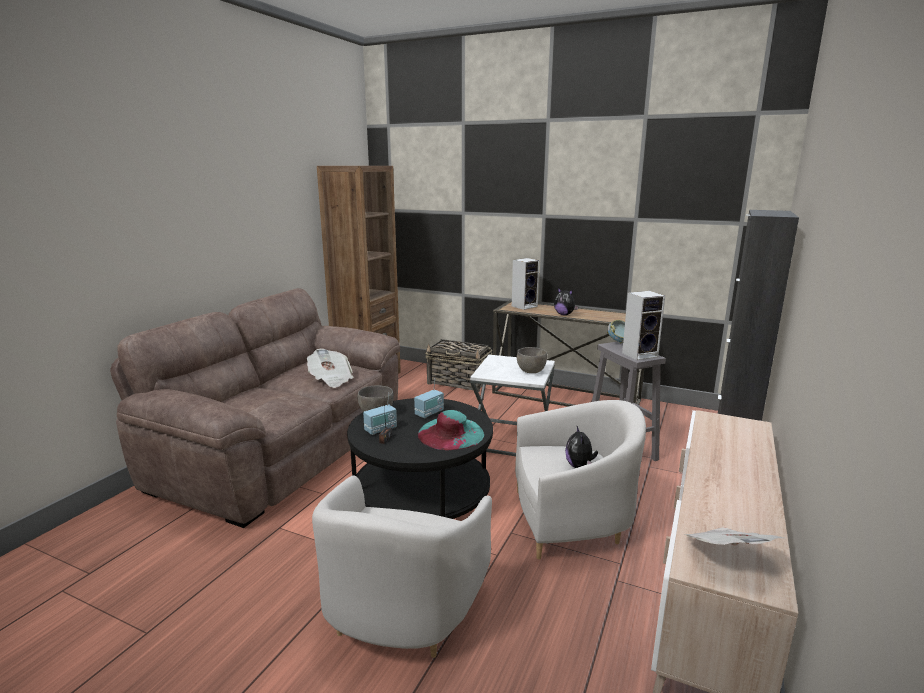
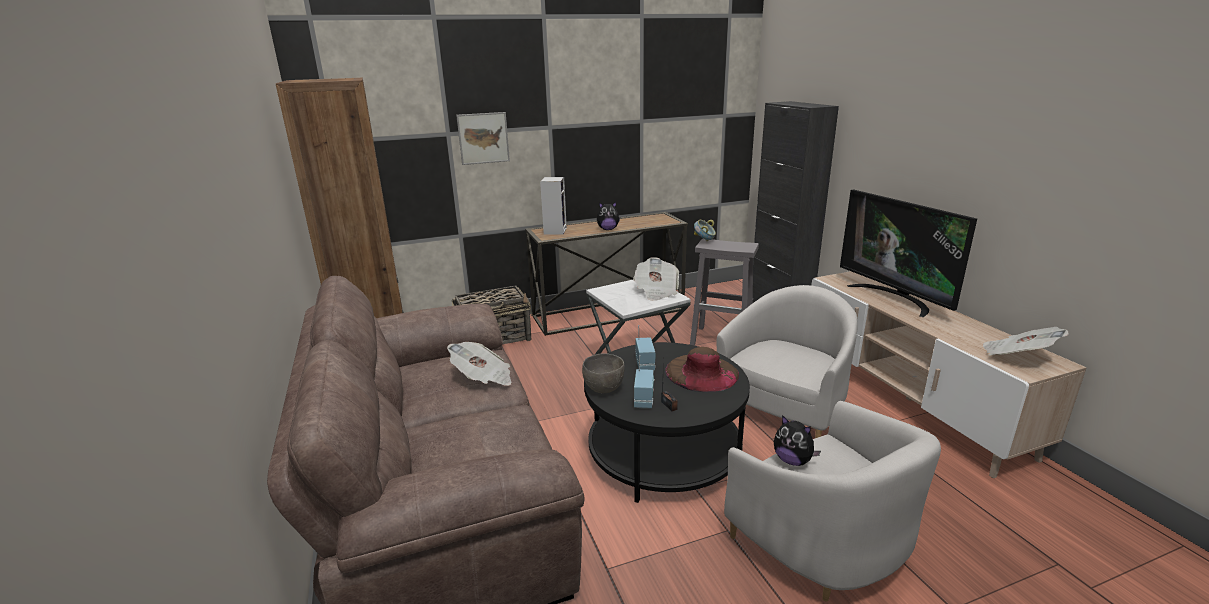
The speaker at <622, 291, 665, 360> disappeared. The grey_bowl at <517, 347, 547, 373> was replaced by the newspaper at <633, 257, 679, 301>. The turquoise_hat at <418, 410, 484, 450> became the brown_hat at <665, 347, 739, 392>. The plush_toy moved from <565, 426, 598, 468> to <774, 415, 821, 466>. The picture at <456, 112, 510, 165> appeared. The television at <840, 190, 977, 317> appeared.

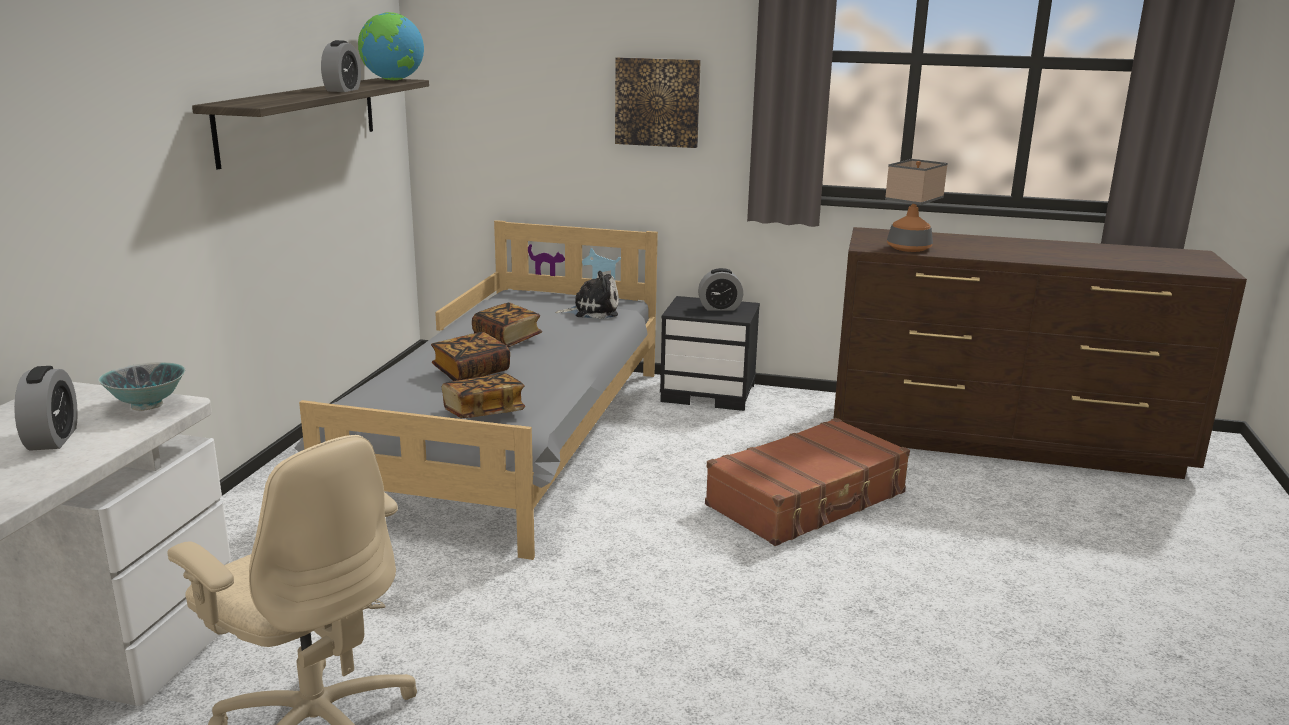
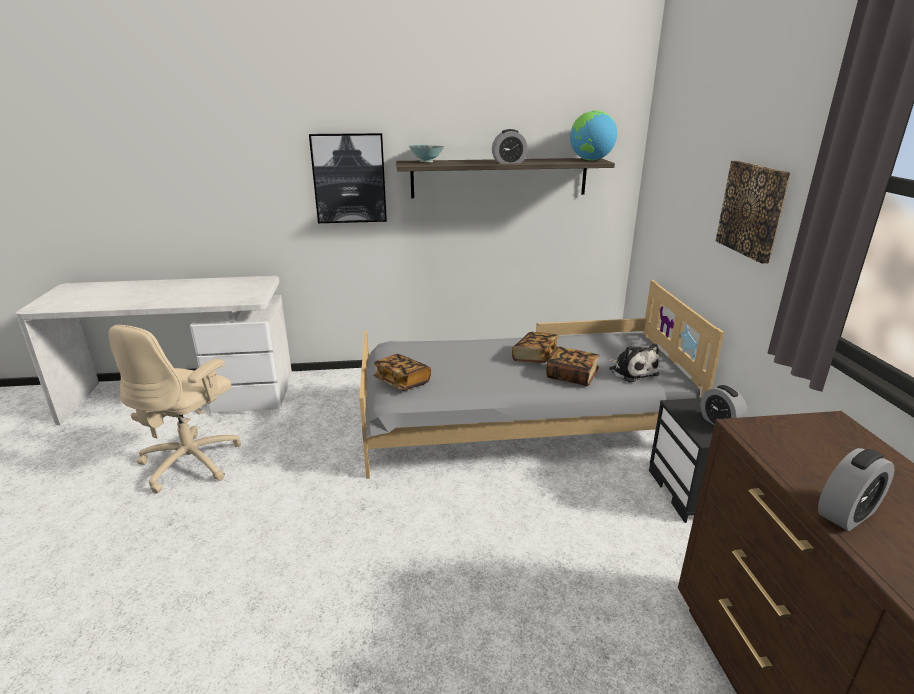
The table_lamp at <885, 159, 948, 252> disappeared. The book moved from <431, 332, 510, 381> to <546, 346, 599, 386>. The bowl moved from <98, 362, 185, 411> to <409, 144, 444, 162>. The alarm_clock moved from <14, 366, 78, 451> to <818, 448, 895, 531>. The brown_suitcase at <705, 418, 910, 546> disappeared. The picture at <309, 133, 387, 223> appeared.

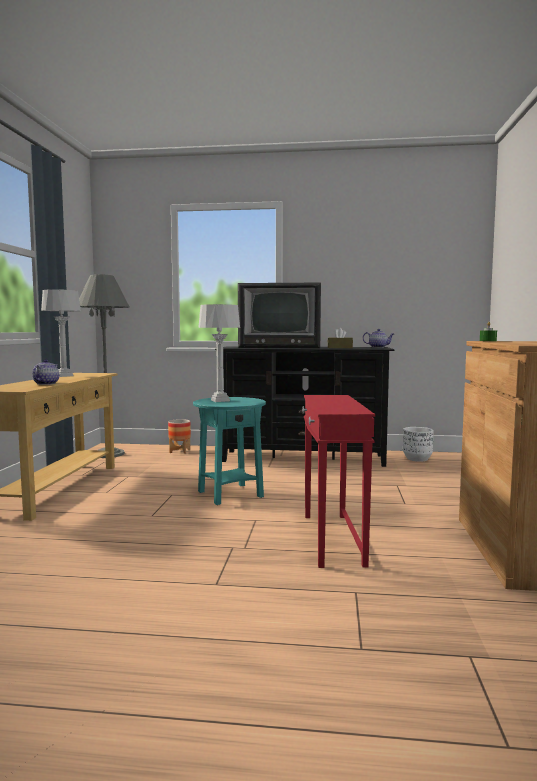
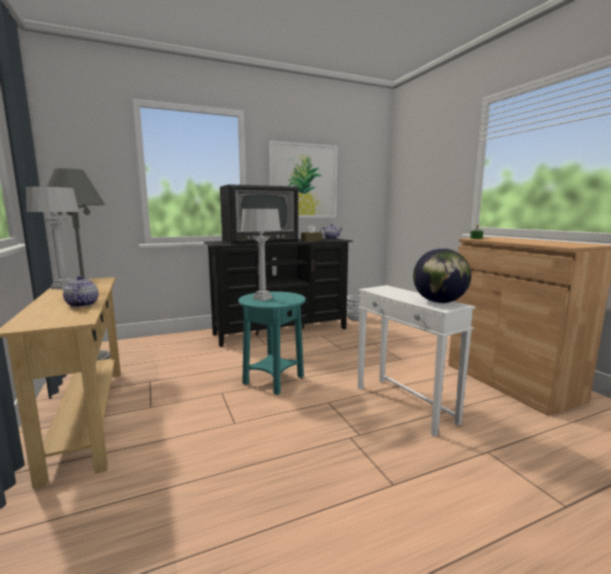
The red_side_table at <302, 395, 375, 568> became the white_side_table at <358, 285, 476, 437>. The planter at <168, 419, 191, 454> disappeared. The picture at <269, 141, 338, 218> appeared. The globe at <413, 248, 471, 303> appeared.

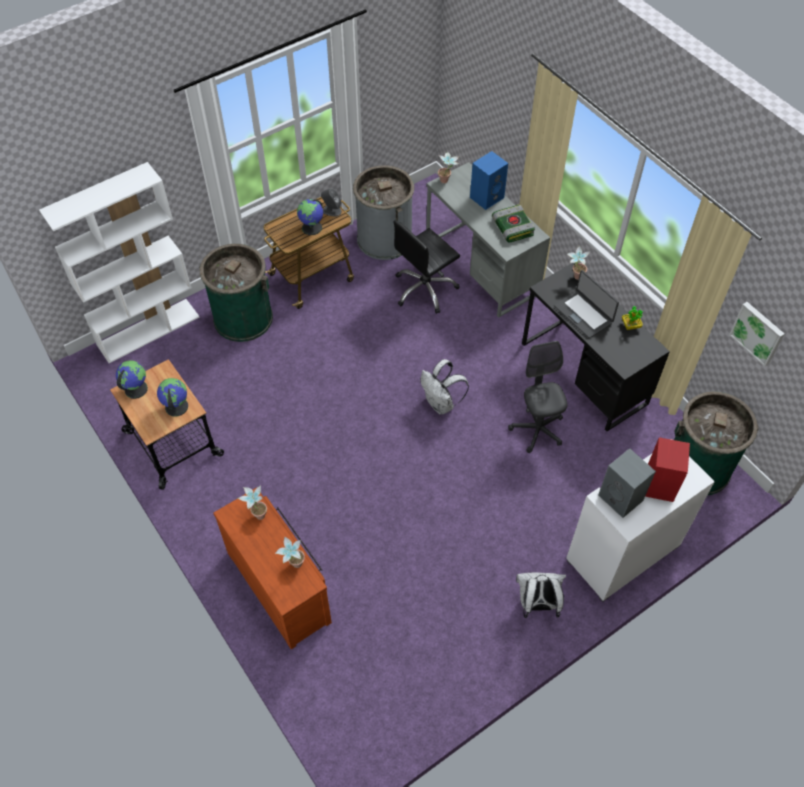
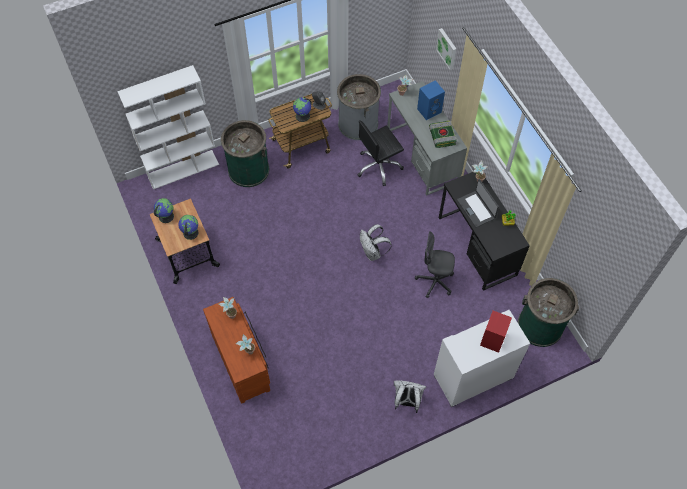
The picture moved from <729, 302, 784, 366> to <436, 28, 456, 70>. The grey_office_chair at <508, 341, 568, 453> turned 75 degrees counterclockwise. The grey_speaker at <598, 448, 656, 518> disappeared.

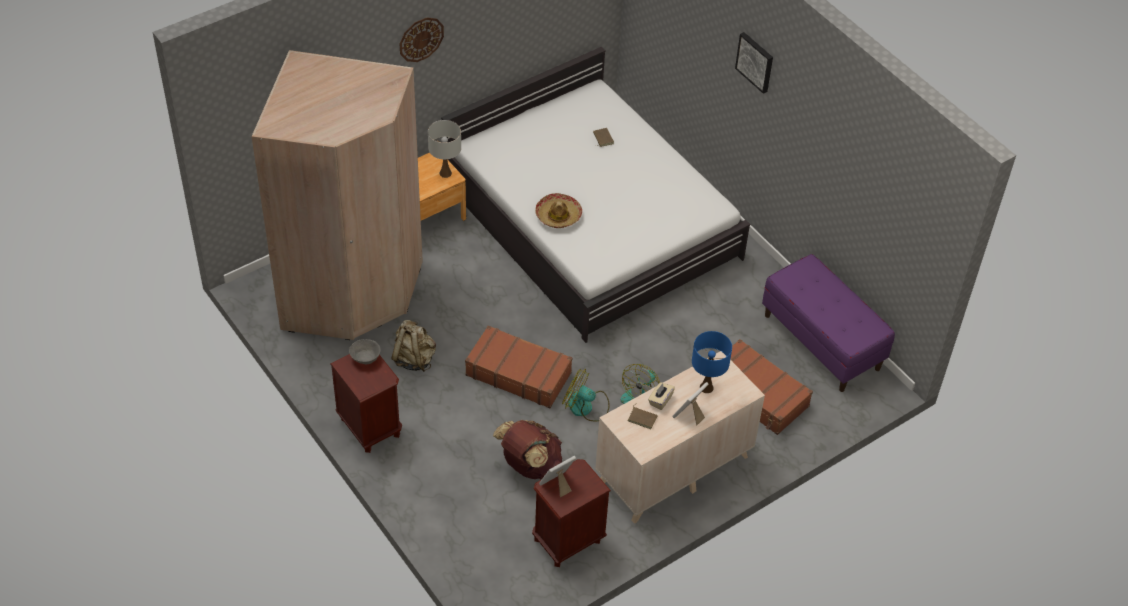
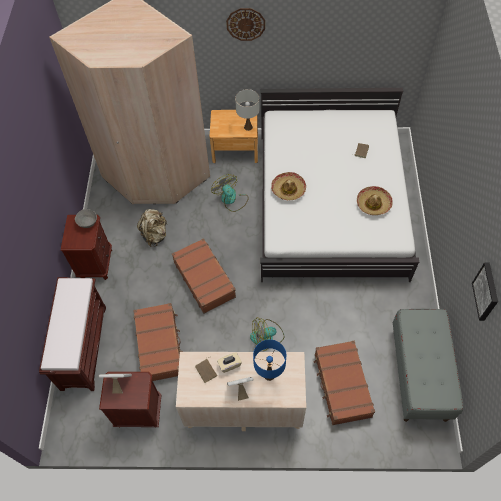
The picture moved from <735, 32, 773, 94> to <472, 263, 498, 321>. The purple_bench at <762, 254, 895, 392> became the grey_bench at <393, 309, 463, 422>. The fan moved from <562, 369, 610, 421> to <211, 174, 249, 212>. The brown_backpack at <493, 420, 562, 479> was replaced by the brown_suitcase at <133, 303, 183, 381>. The hat at <357, 186, 393, 215> appeared. The brown_bench at <39, 277, 106, 391> appeared.

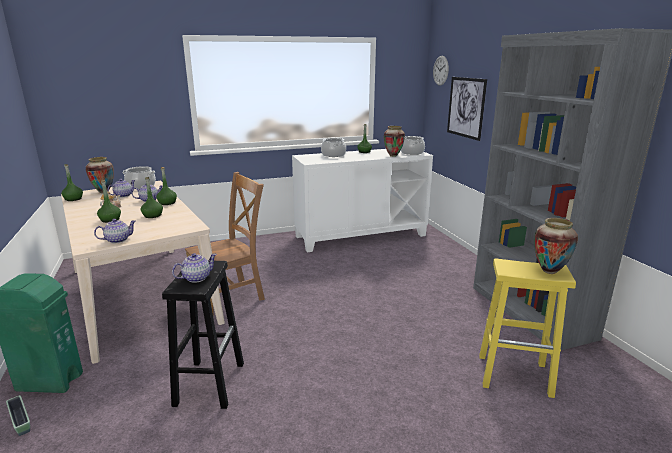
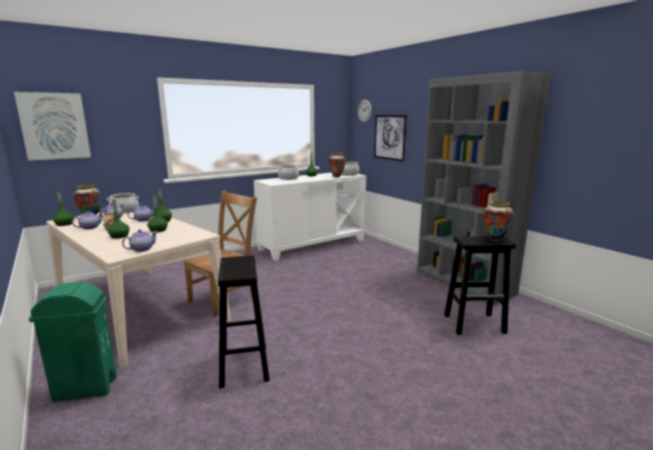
The teapot moved from <172, 253, 217, 283> to <72, 211, 104, 230>. The yellow_stool at <479, 258, 576, 398> became the black_stool at <444, 236, 516, 335>. The planter at <6, 395, 30, 436> disappeared. The picture at <14, 92, 91, 161> appeared.

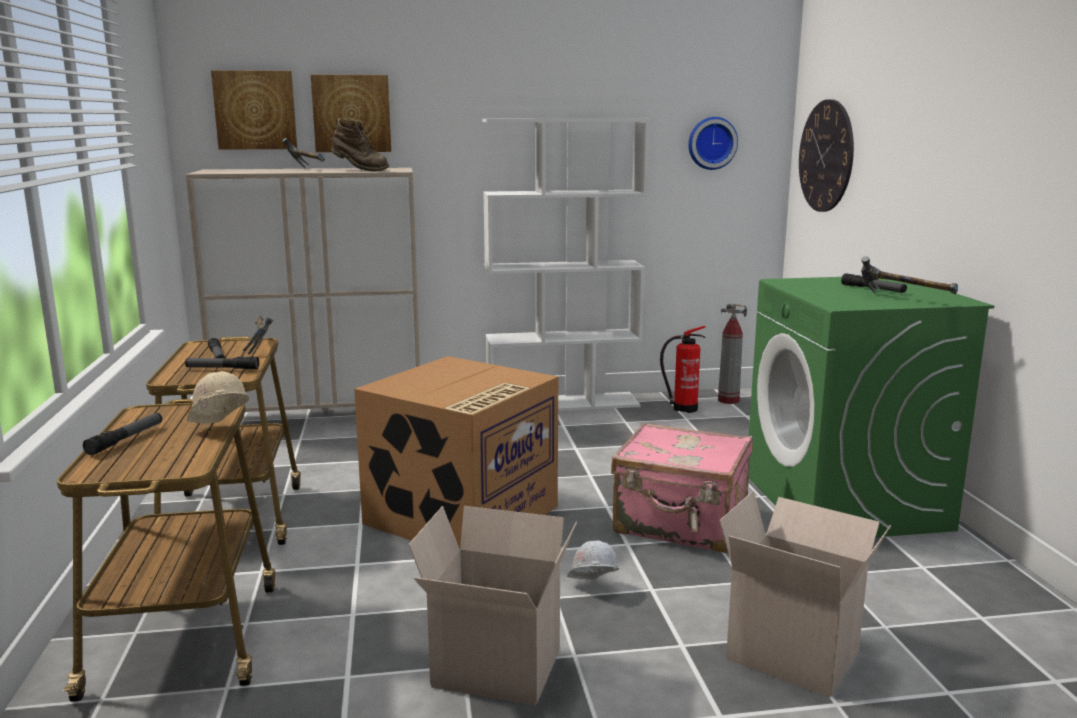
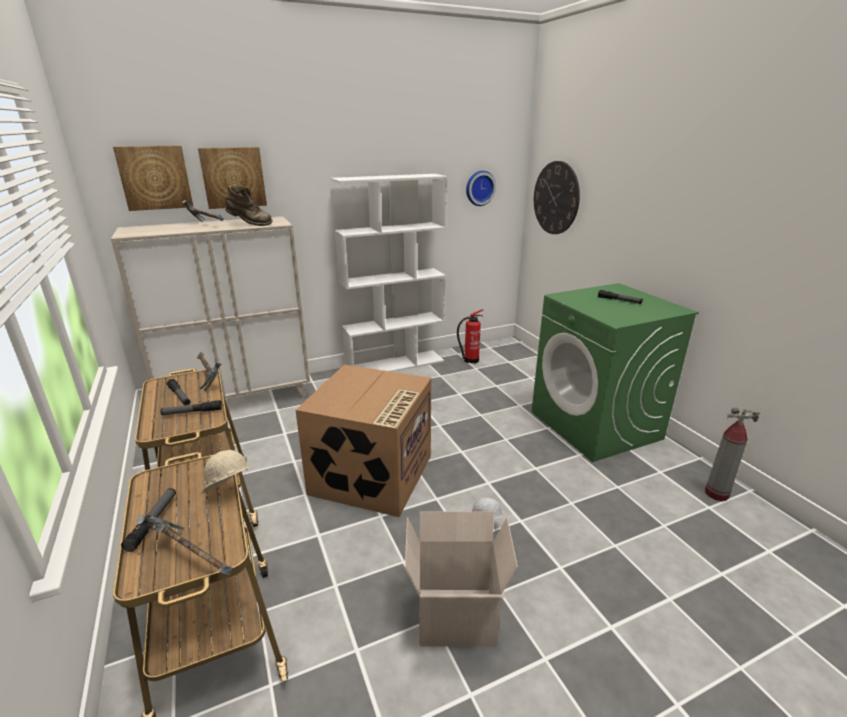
The hammer moved from <861, 256, 958, 295> to <136, 515, 233, 575>. The fire_extinguisher moved from <718, 304, 747, 404> to <705, 408, 760, 501>. The pink_suitcase at <611, 422, 753, 553> disappeared. The cardboard_box at <719, 491, 891, 697> disappeared.

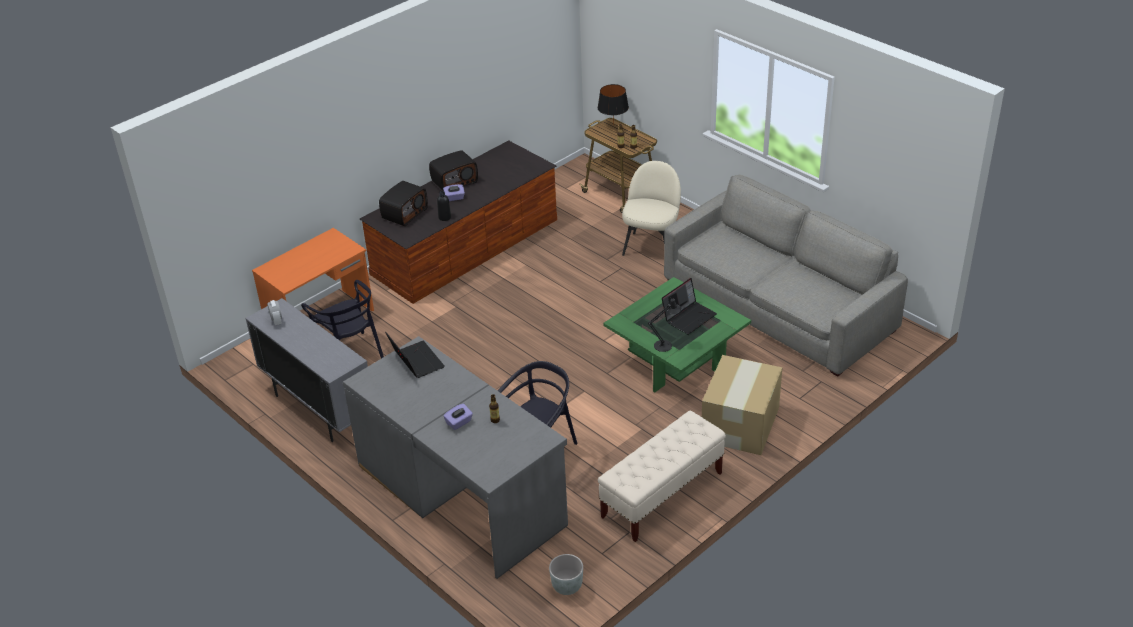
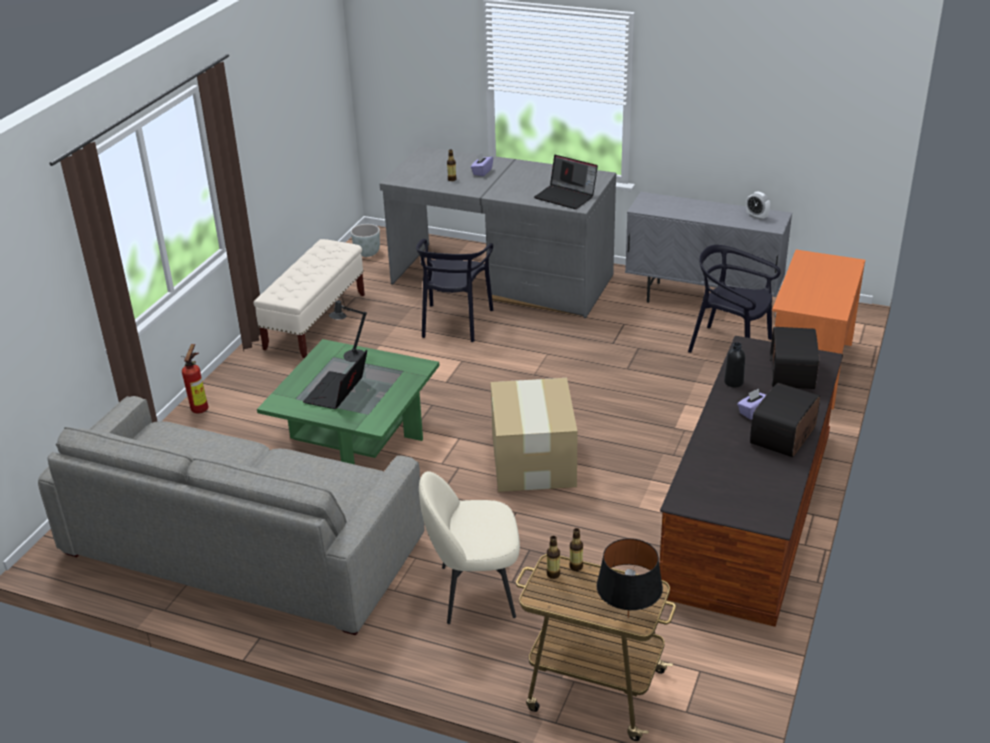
The beige_chair at <622, 161, 681, 256> turned 90 degrees clockwise. The cardboard_box moved from <702, 355, 783, 455> to <490, 378, 578, 492>. The fire_extinguisher at <182, 344, 209, 413> appeared.

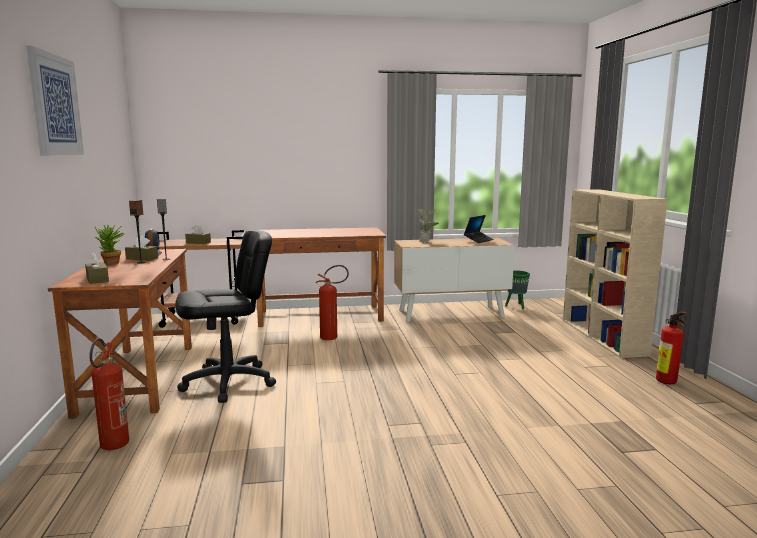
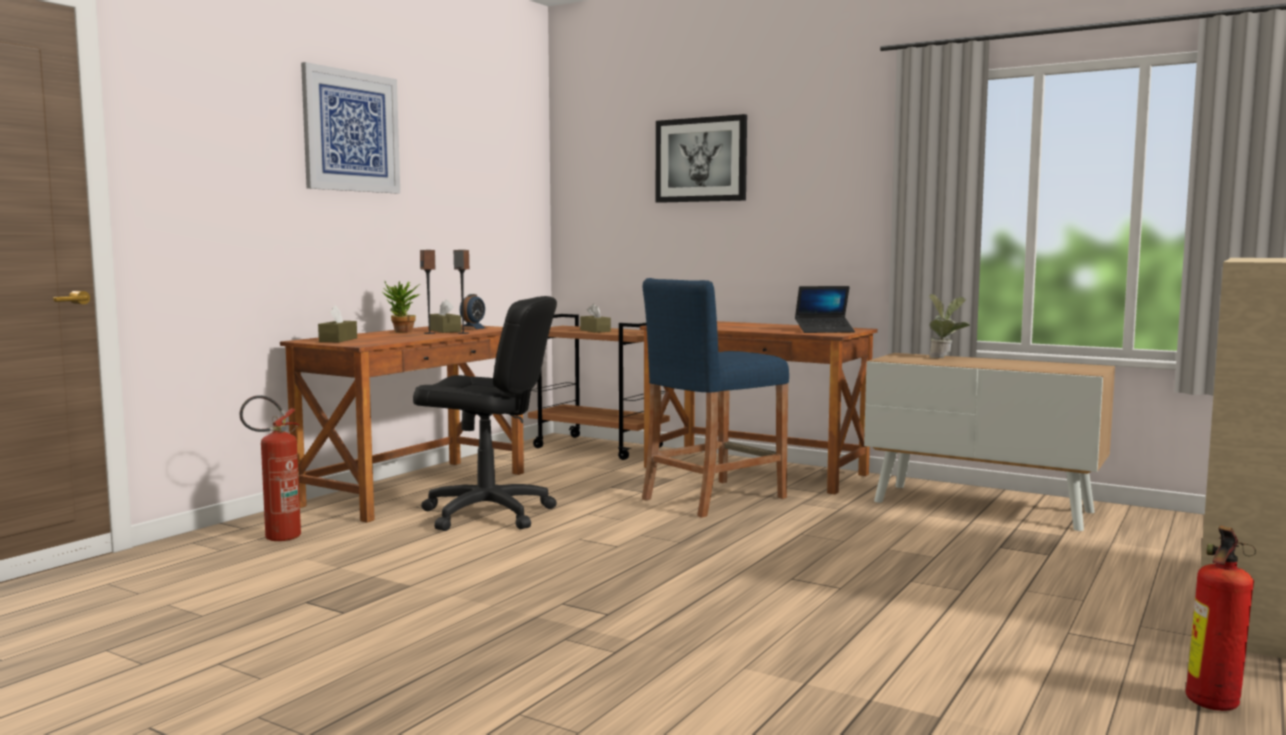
The laptop moved from <464, 215, 494, 243> to <795, 286, 855, 333>. The fire_extinguisher at <316, 265, 349, 340> was replaced by the blue_stool at <642, 278, 789, 518>. The green_planter at <505, 270, 530, 309> disappeared. The picture at <656, 114, 747, 203> appeared.

